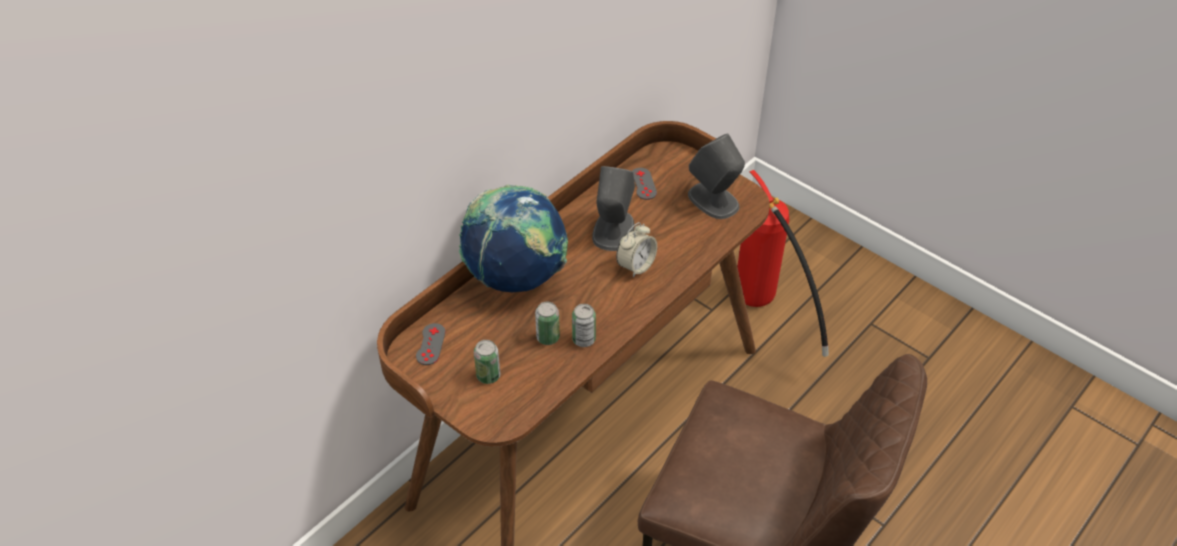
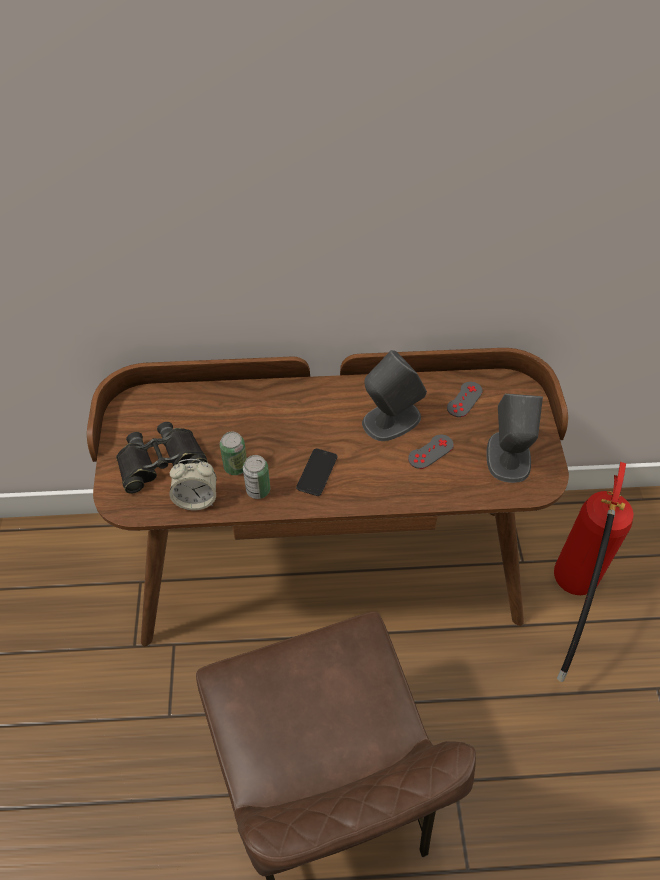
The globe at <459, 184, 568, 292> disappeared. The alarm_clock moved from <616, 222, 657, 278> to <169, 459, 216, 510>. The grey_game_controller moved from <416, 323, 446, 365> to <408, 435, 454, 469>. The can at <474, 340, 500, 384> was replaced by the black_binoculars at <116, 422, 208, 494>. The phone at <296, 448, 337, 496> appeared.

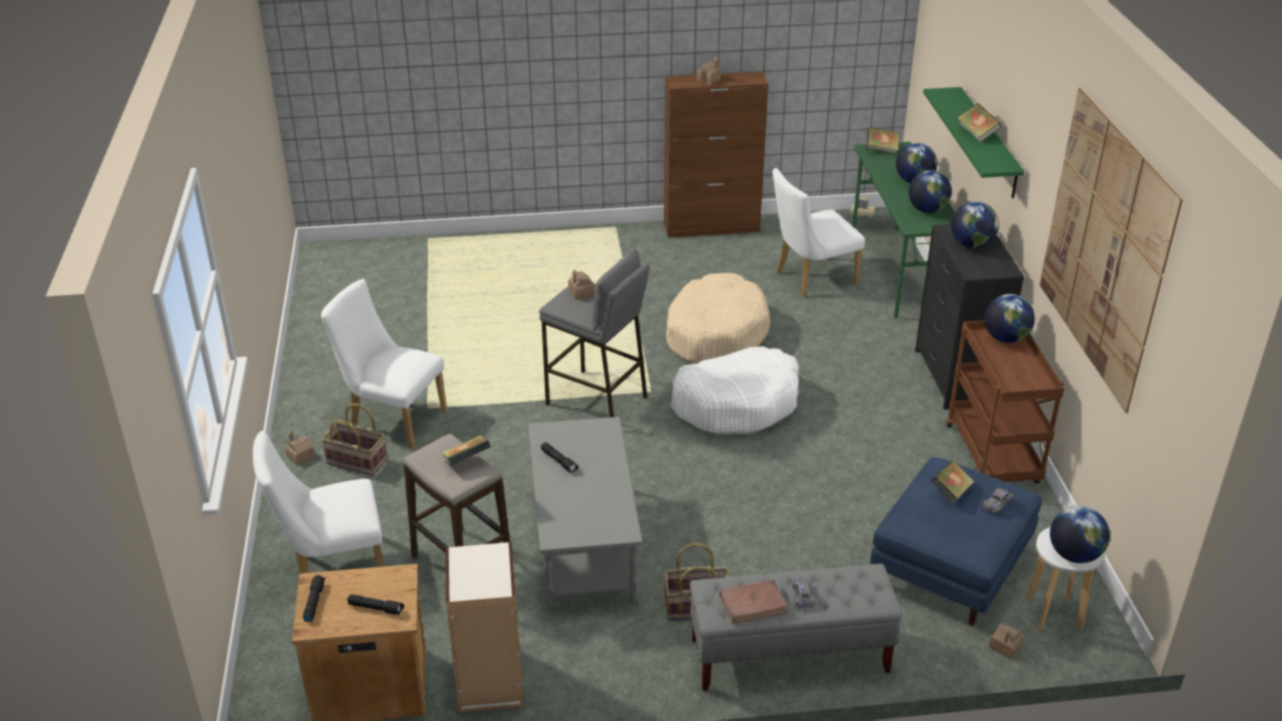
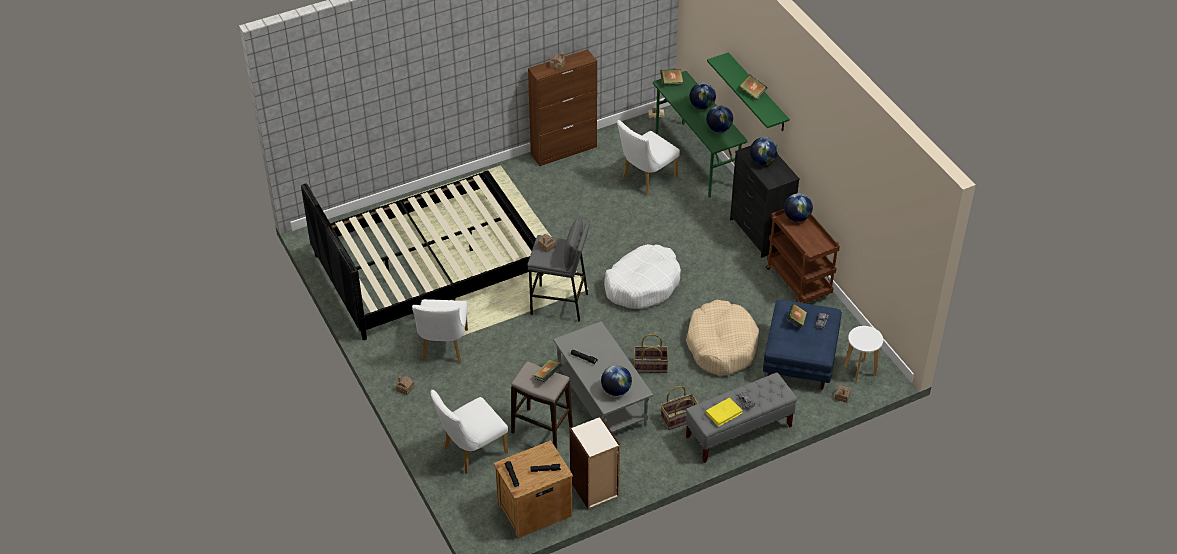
The picture at <1039, 88, 1183, 413> disappeared. The beige_dog_bed moved from <666, 273, 770, 364> to <686, 299, 759, 376>. The white_chair at <321, 279, 447, 448> turned 90 degrees counterclockwise. The basket moved from <321, 403, 387, 476> to <634, 334, 669, 373>. The globe moved from <1050, 506, 1110, 563> to <601, 365, 632, 396>. The brown_book at <719, 579, 788, 624> became the yellow_book at <705, 397, 743, 427>. The black_bed at <301, 170, 544, 340> appeared.

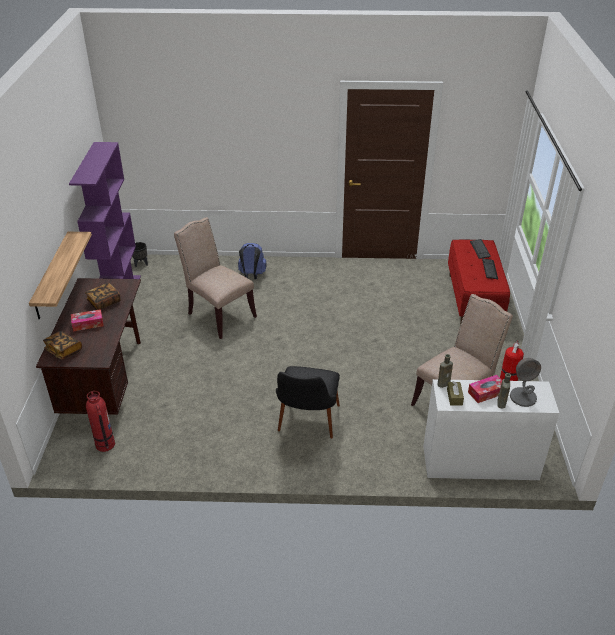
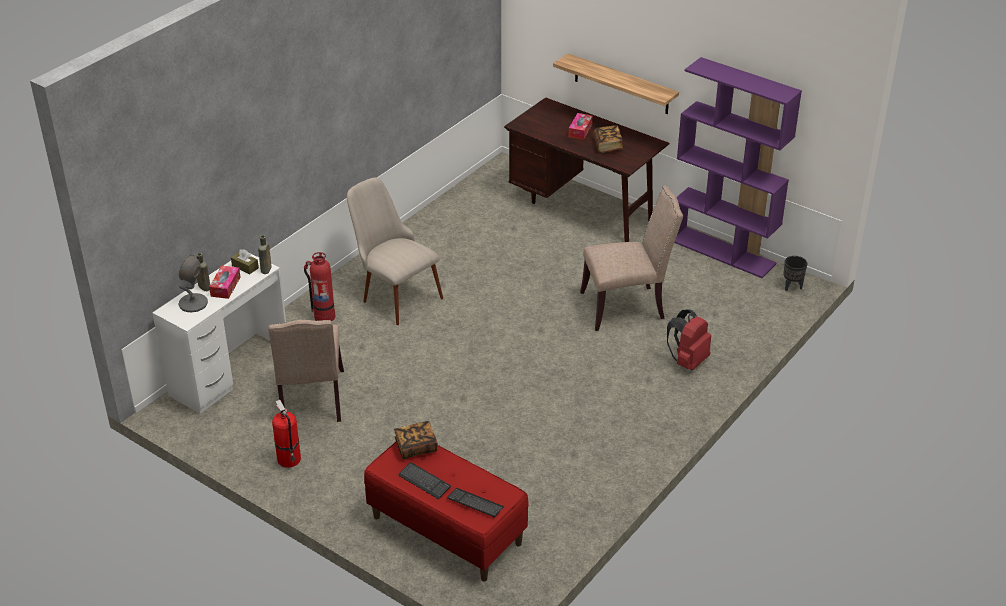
The blue_backpack at <238, 243, 266, 279> became the red_backpack at <667, 309, 711, 371>. The book moved from <43, 331, 82, 360> to <394, 421, 438, 459>. The black_chair at <276, 366, 340, 439> became the beige_chair at <347, 178, 443, 325>. The fire_extinguisher moved from <86, 391, 115, 452> to <304, 252, 335, 321>.

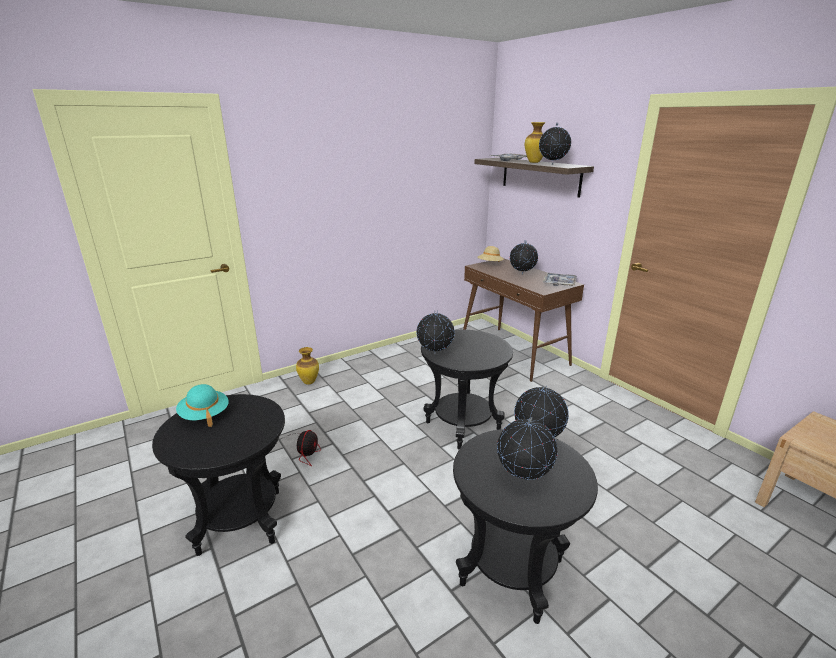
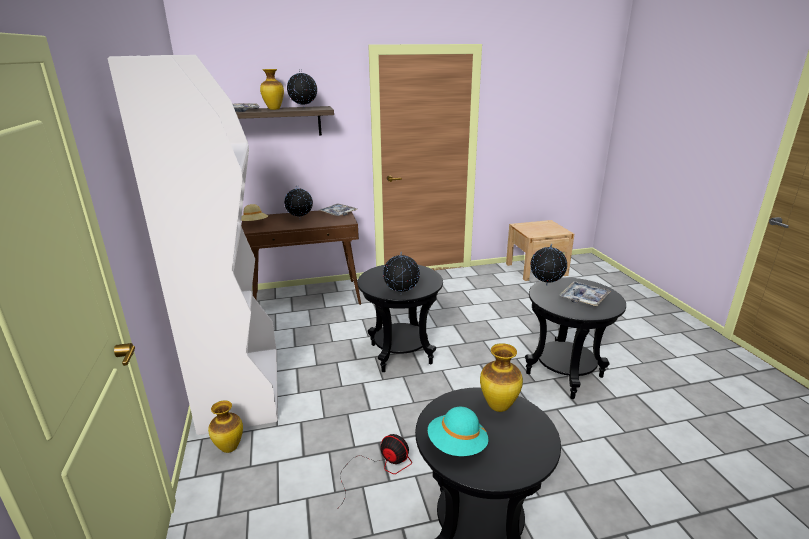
The globe at <497, 417, 558, 480> was replaced by the tray at <559, 281, 611, 306>. The white_bookcase at <108, 55, 278, 435> appeared. The vase at <480, 343, 523, 412> appeared.

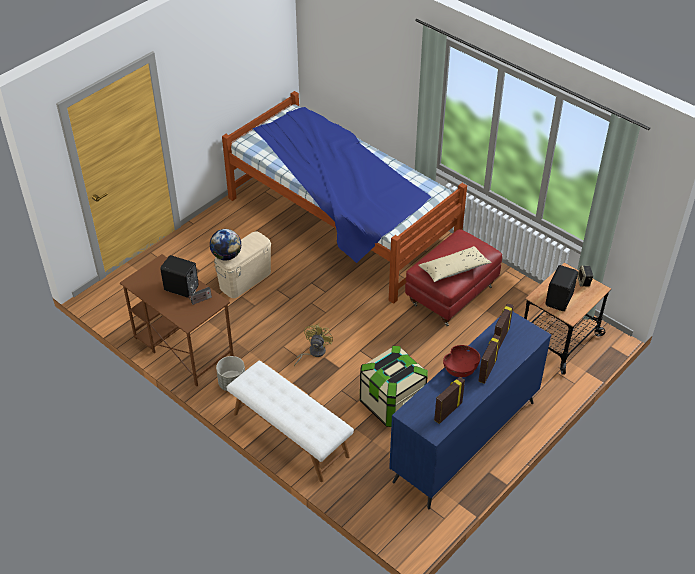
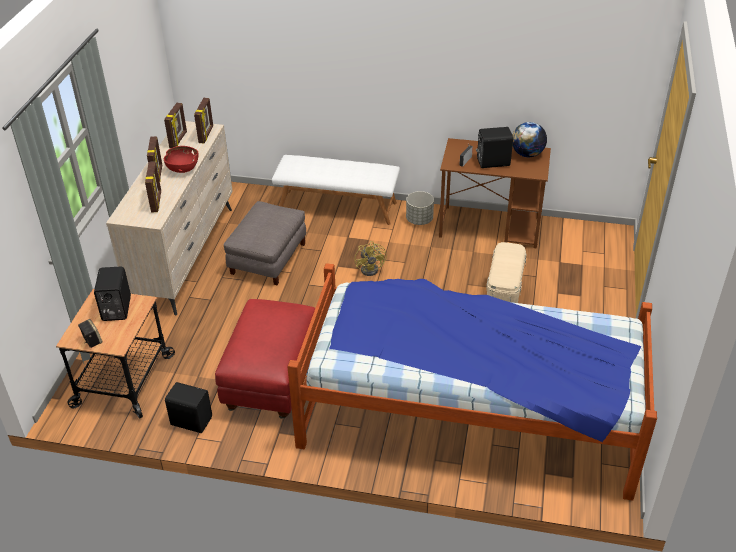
The globe moved from <210, 229, 241, 261> to <512, 122, 547, 157>. The beige_pillow at <418, 246, 492, 282> disappeared. The blue_dresser at <389, 312, 551, 509> became the beige_dresser at <106, 121, 233, 315>. The storage_box at <360, 346, 428, 427> was replaced by the grey_ottoman at <224, 201, 306, 285>. The picture_frame at <194, 98, 213, 143> appeared. The black_speaker at <165, 382, 212, 433> appeared.

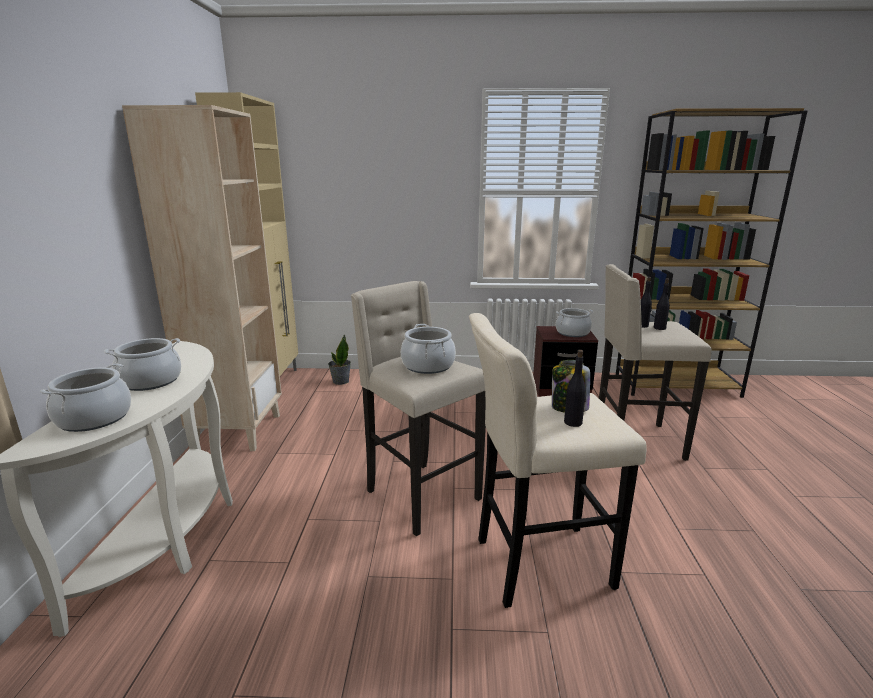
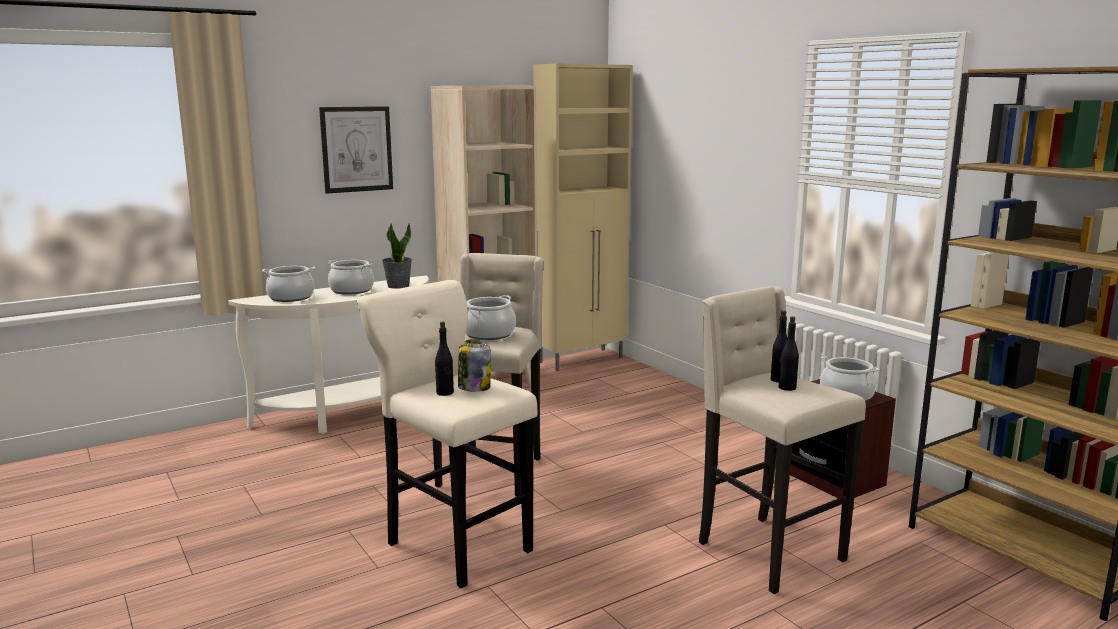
The potted_plant moved from <328, 334, 351, 385> to <382, 223, 412, 289>. The picture at <319, 106, 393, 194> appeared.

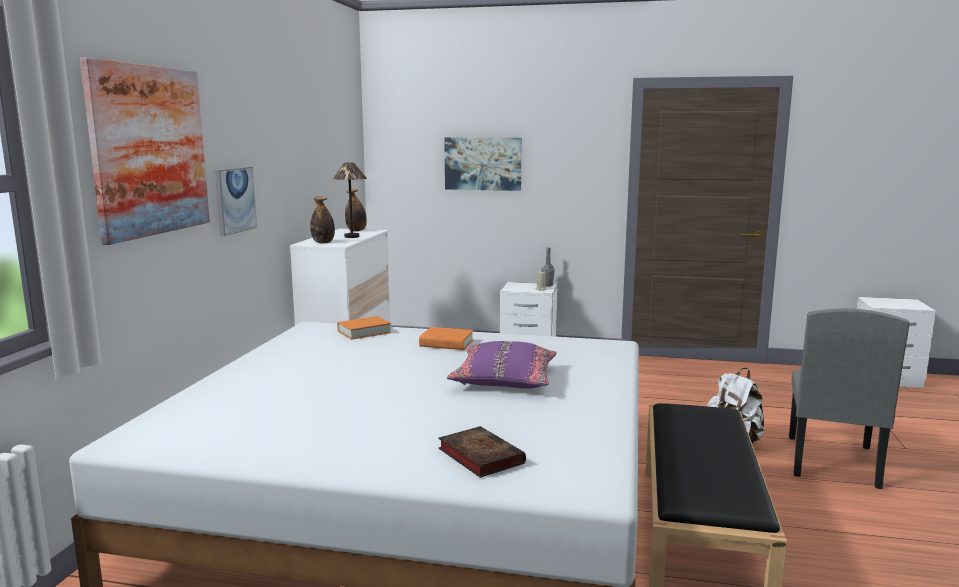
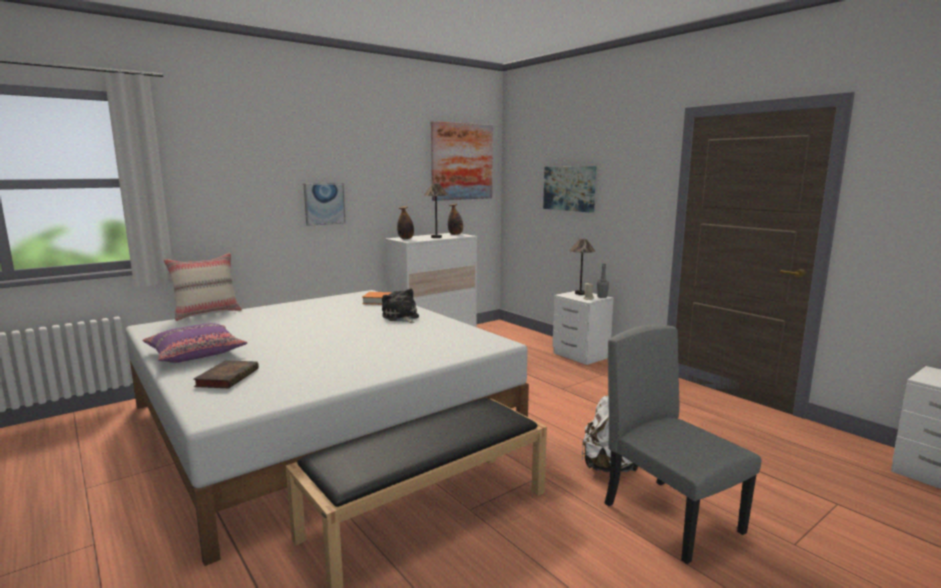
The picture moved from <80, 57, 210, 245> to <431, 121, 493, 201>. The grey_chair at <789, 308, 909, 489> turned 90 degrees clockwise. The orange_book at <419, 327, 474, 350> was replaced by the plush_toy at <382, 288, 419, 323>. The purple_pillow moved from <447, 341, 556, 389> to <143, 323, 247, 363>. The table_lamp at <569, 239, 595, 295> appeared. The beige_pillow at <164, 253, 242, 321> appeared.

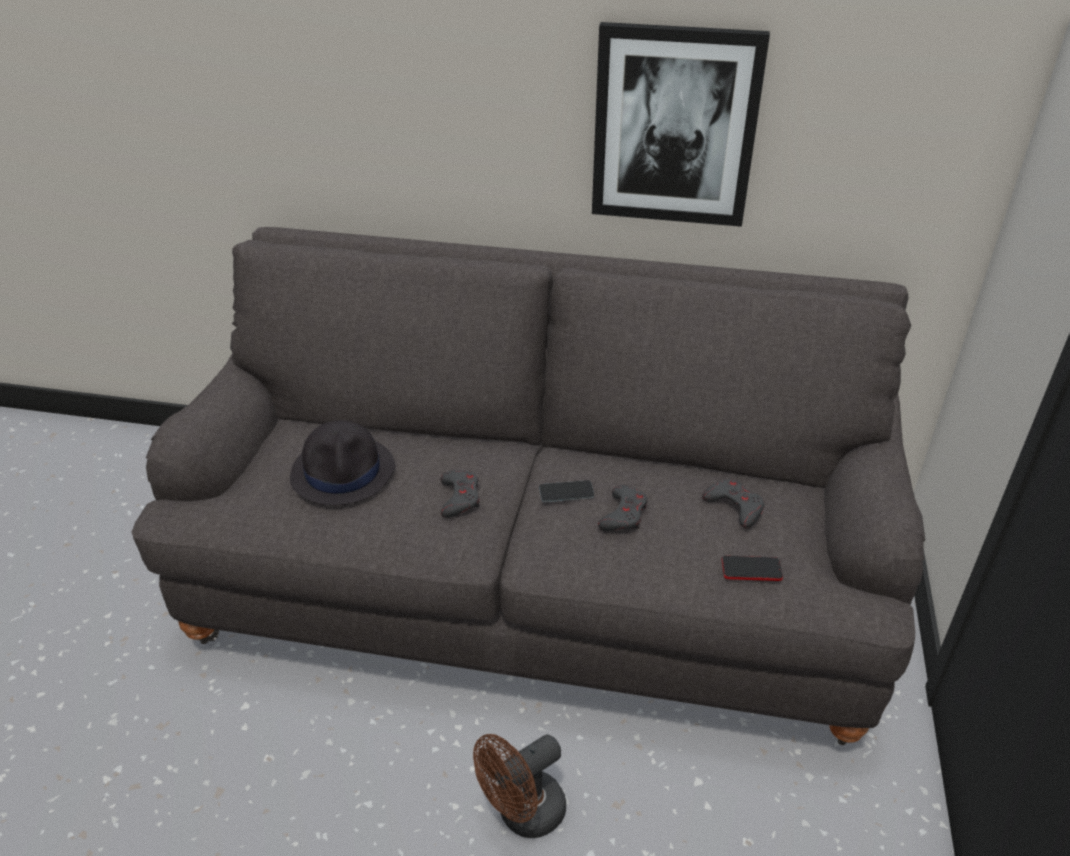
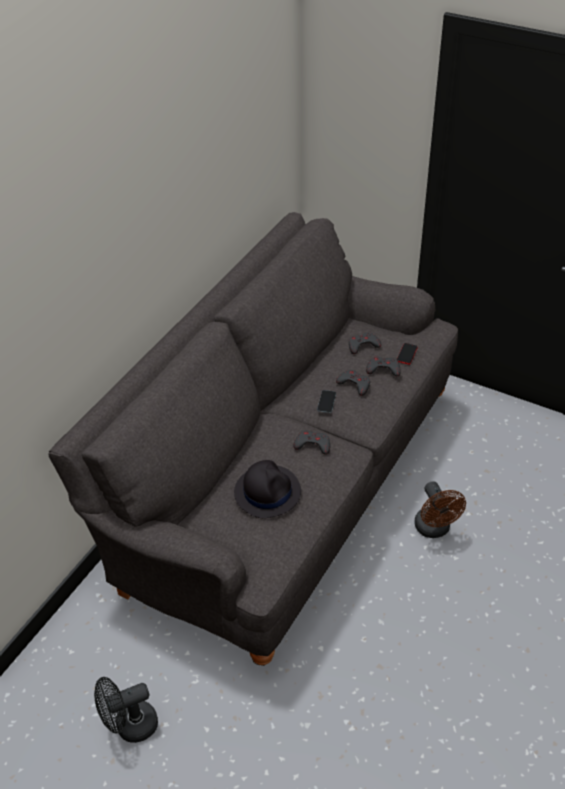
The picture at <592, 22, 770, 227> disappeared. The grey_game_controller at <366, 357, 401, 376> appeared. The black_fan at <94, 677, 158, 743> appeared.

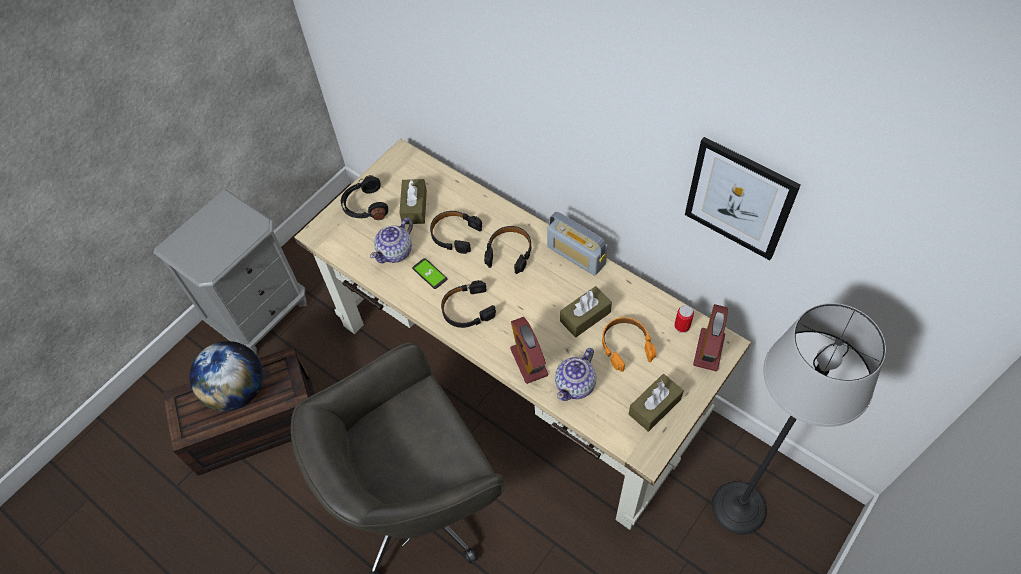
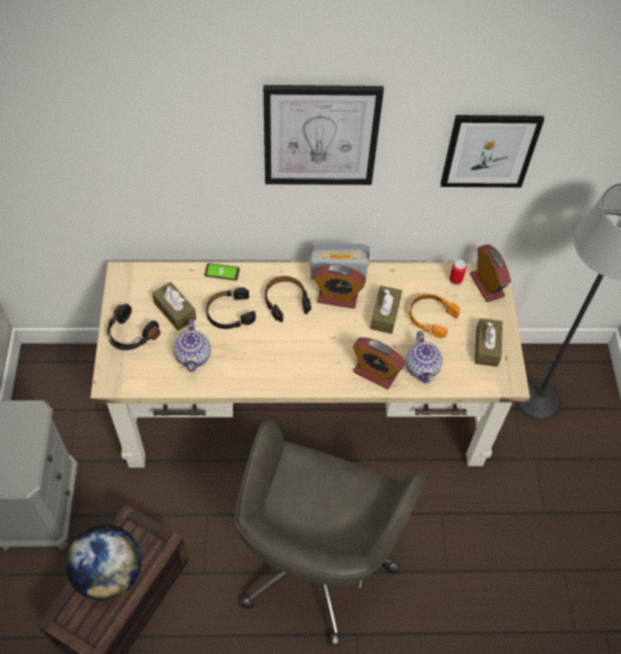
The phone moved from <412, 258, 447, 289> to <204, 263, 240, 280>. The black_headphones at <441, 280, 496, 328> disappeared. The picture at <263, 85, 384, 185> appeared. The alarm_clock at <314, 265, 366, 309> appeared.

